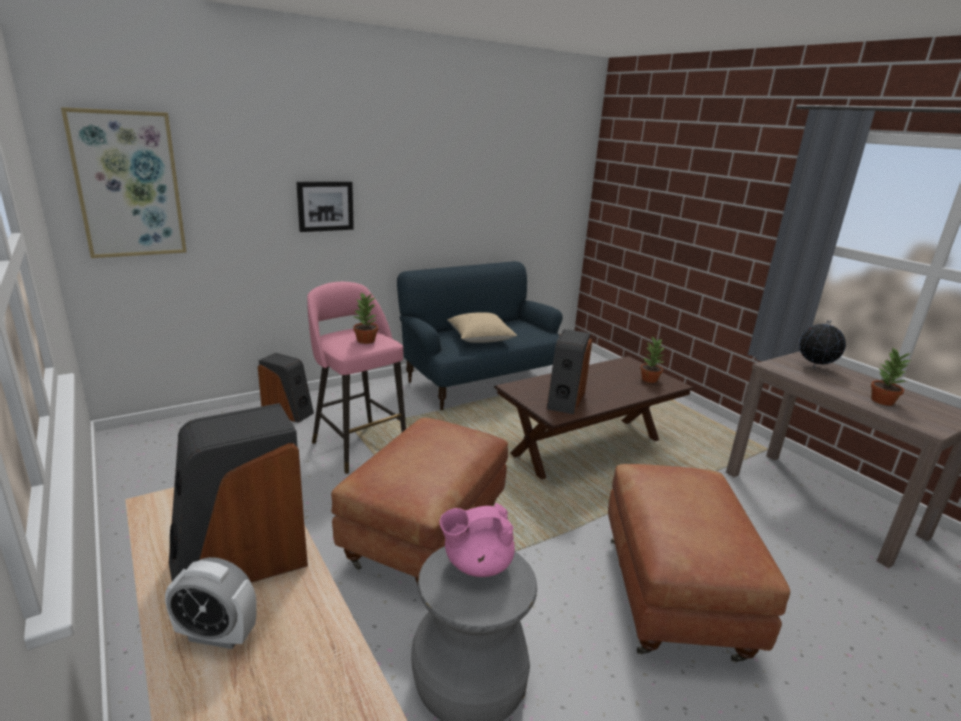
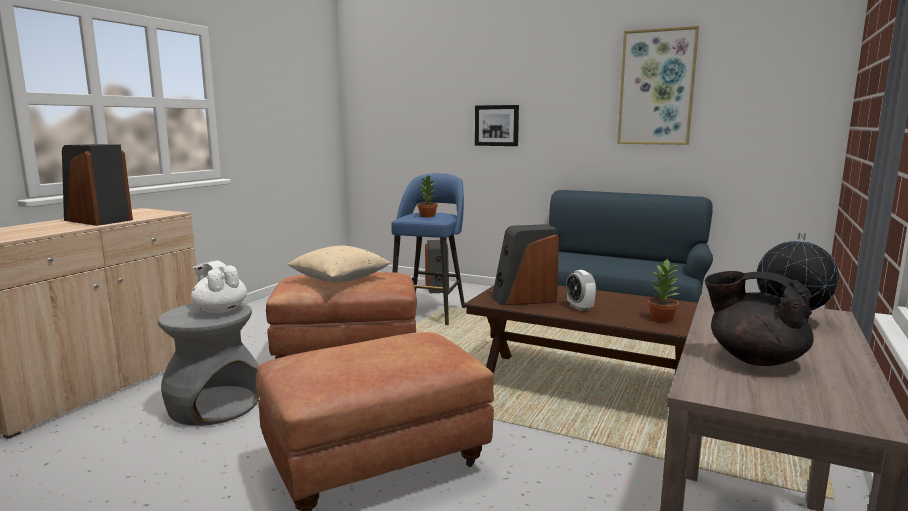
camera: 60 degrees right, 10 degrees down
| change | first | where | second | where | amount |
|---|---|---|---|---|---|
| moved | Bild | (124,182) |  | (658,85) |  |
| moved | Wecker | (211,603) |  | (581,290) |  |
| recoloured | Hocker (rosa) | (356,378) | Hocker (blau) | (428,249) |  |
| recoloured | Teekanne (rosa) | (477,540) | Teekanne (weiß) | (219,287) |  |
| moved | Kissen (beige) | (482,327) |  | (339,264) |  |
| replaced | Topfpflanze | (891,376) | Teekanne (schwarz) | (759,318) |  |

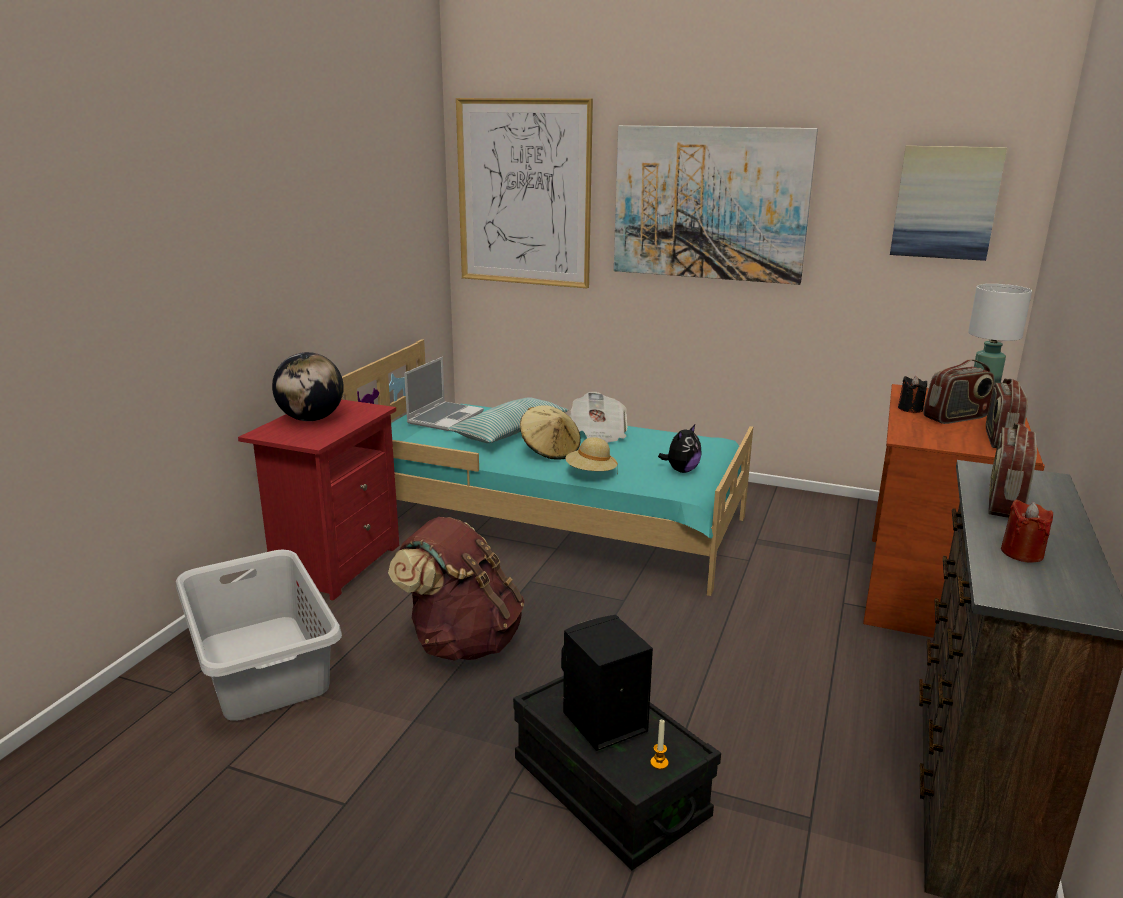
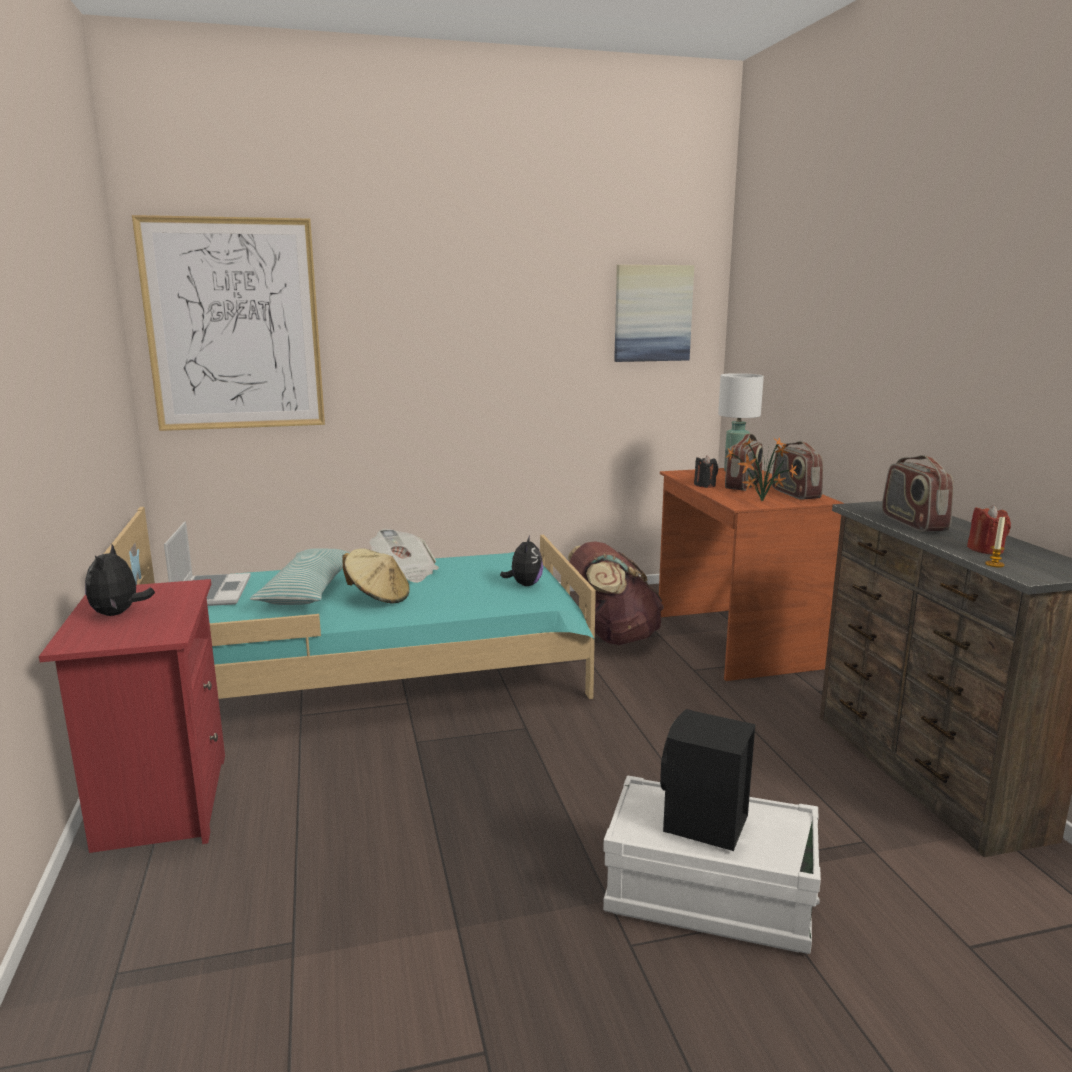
camera: 35 degrees left, 5 degrees down
| change | first | where | second | where | amount |
|---|---|---|---|---|---|
| removed | Wäschekorb (grau) | (259,635) |  |  |  |
| replaced | Globus | (308,386) | Plüschtier | (120,580) |  |
| moved | Rucksack (braun) | (456,589) |  | (616,593) |  |
| recoloured | Aufbewahrungsbox (schwarz) | (617,773) | Aufbewahrungsbox (weiß) | (712,864) |  |
| removed | Hut (beige) | (592,455) |  |  |  |
| removed | Bild | (716,205) |  |  |  |
| moved | Kerze | (659,745) |  | (995,541) |  |
| added |  |  | Topfpflanze | (761,469) |  |

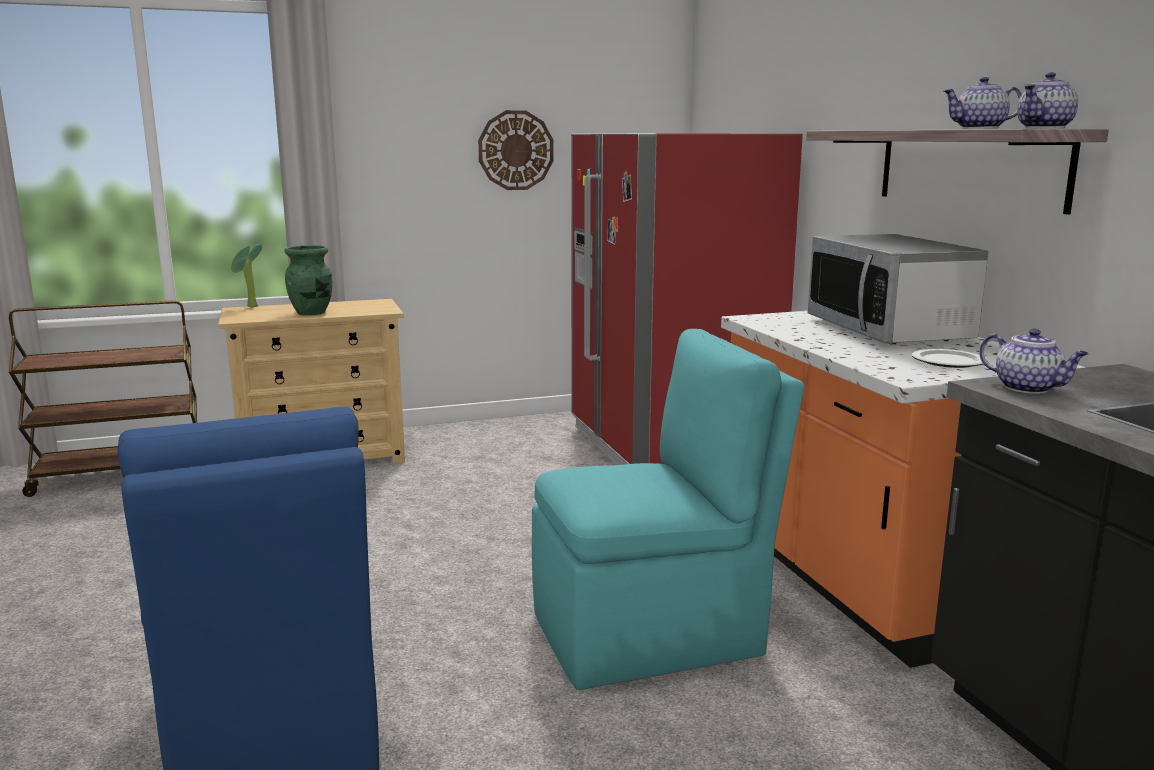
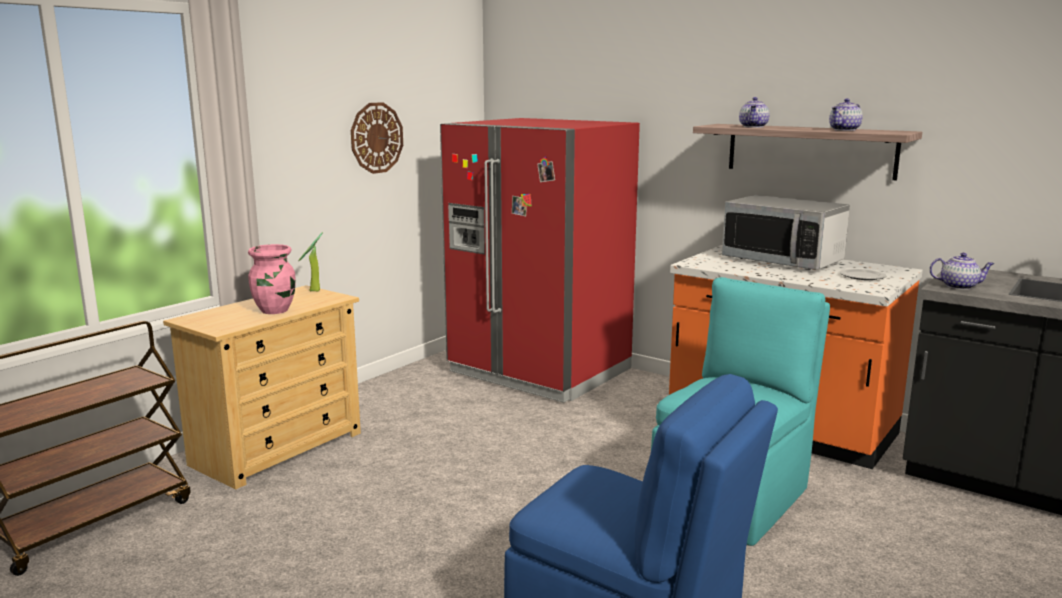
camera: 35 degrees left, 0 degrees up
| change | first | where | second | where | amount |
|---|---|---|---|---|---|
| moved | Topfpflanze | (246,276) |  | (310,261) |  |
| recoloured | Vase (grün) | (308,280) | Vase (rosa) | (272,279) |  |
| moved | Teekanne | (1047,100) |  | (754,112) |  |

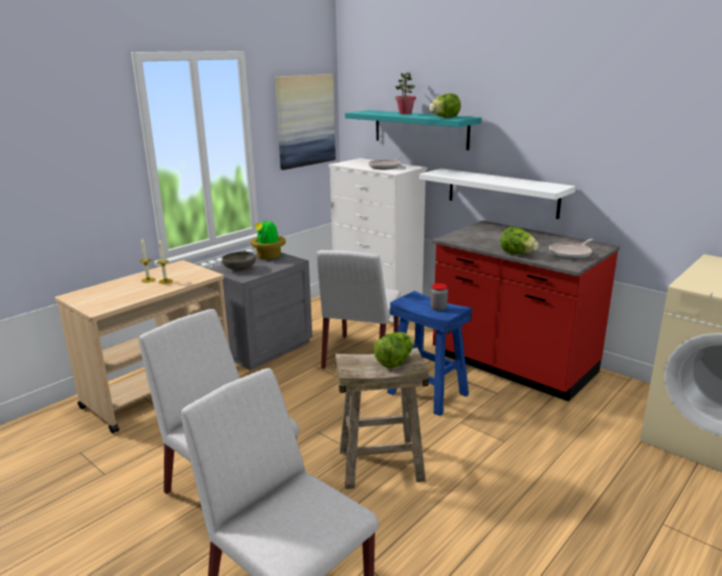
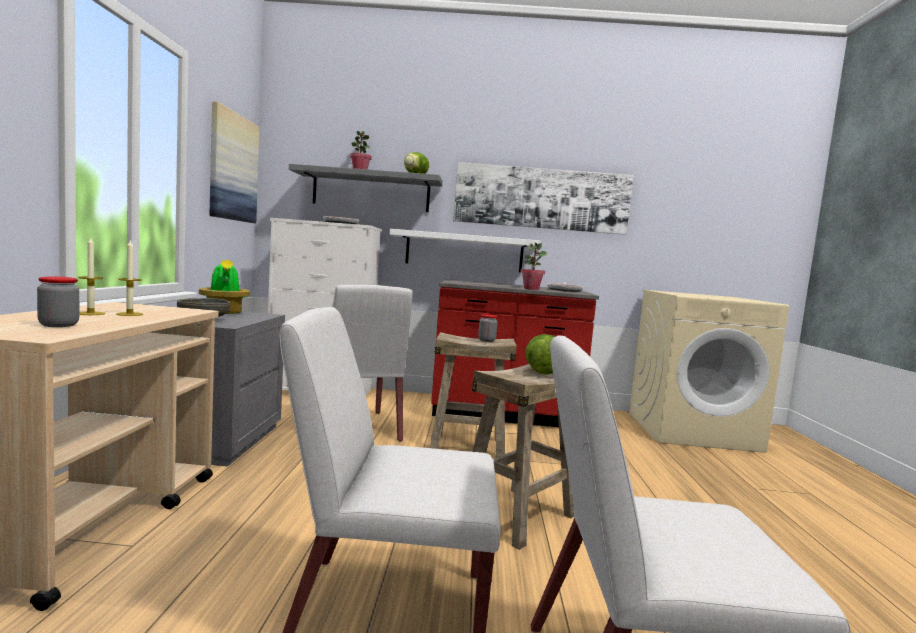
camera: 40 degrees left, 15 degrees down
| change | first | where | second | where | amount |
|---|---|---|---|---|---|
| recoloured | Wandregal (türkis) | (413,130) | Wandregal (grau) | (366,188) |  |
| recoloured | Hocker (blau) | (429,353) | Hocker (beige) | (473,394) |  |
| replaced | Salatkopf | (519,240) | Topfpflanze | (534,266) |  |
| added |  |  | Vorratsglas | (58,301) |  |
| added |  |  | Bild | (543,198) |  |

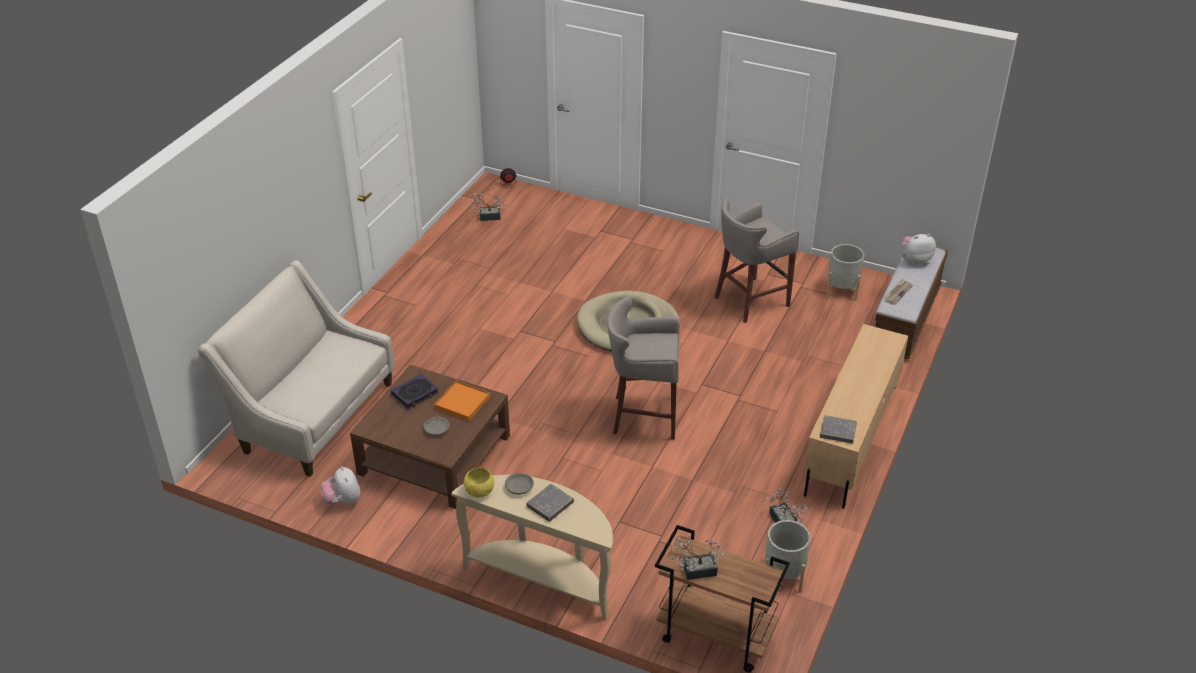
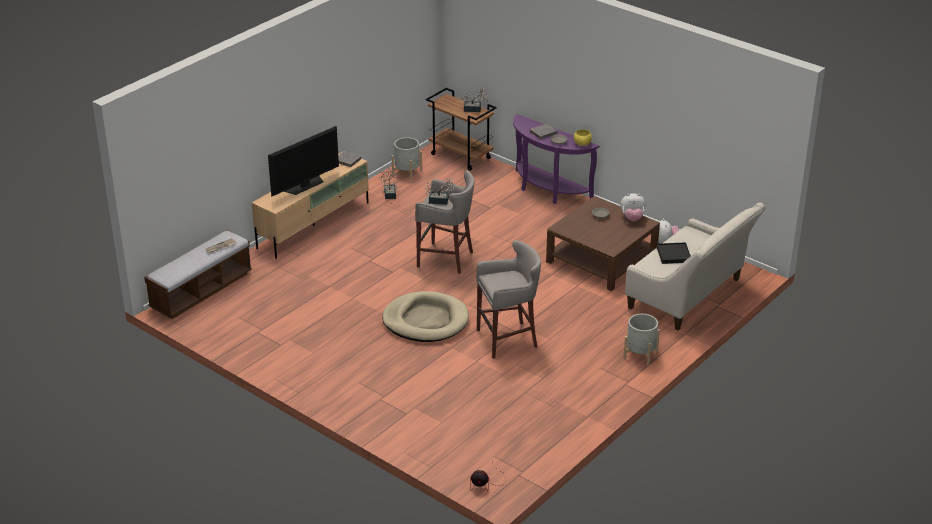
camera: 165 degrees left, 5 degrees down
| change | first | where | second | where | amount |
|---|---|---|---|---|---|
| removed | Buch | (415,391) |  |  |  |
| removed | Tablett (orange) | (462,401) |  |  |  |
| recoloured | Konsolentisch (beige) | (532,547) | Konsolentisch (lila) | (556,159) |  |
| moved | Topfpflanze | (487,205) |  | (440,191) |  |
| moved | Hocker (grau) | (756,260) |  | (508,299) |  |
| moved | Pflanzkübel (grau) | (845,272) |  | (641,340) |  |
| moved | Plüschtier | (919,249) |  | (633,207) |  |
| added |  |  | Fernseher | (303,161) |  |
| added |  |  | Tablett (schwarz) | (674,253) |  |

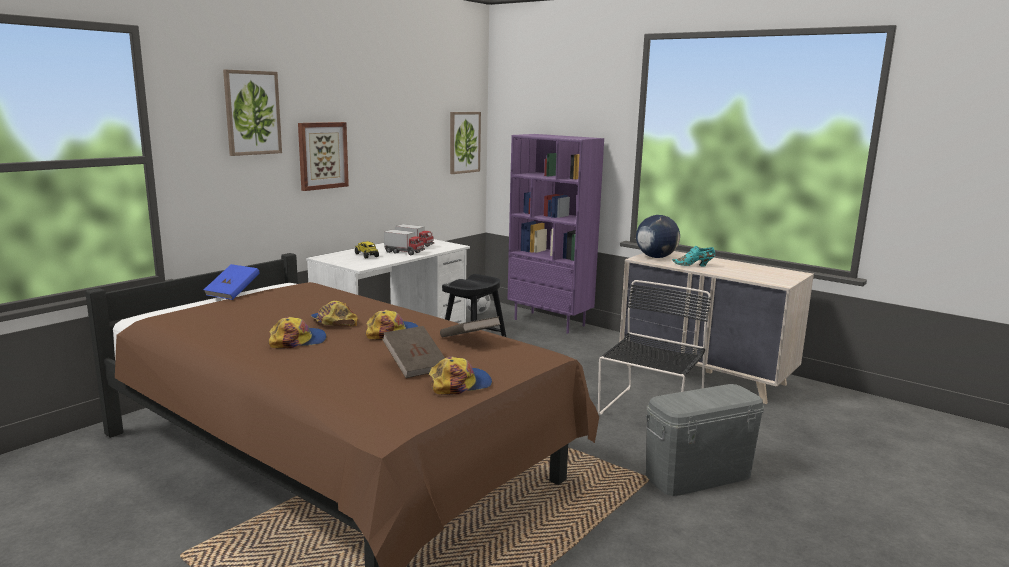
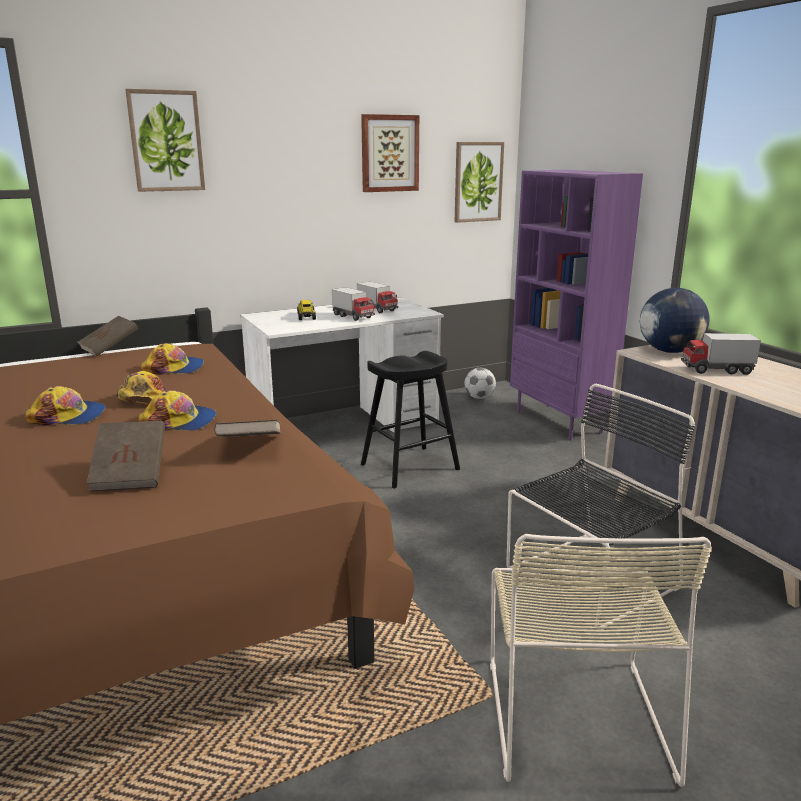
camera: 25 degrees right, 5 degrees up
| change | first | where | second | where | amount |
|---|---|---|---|---|---|
| recoloured | Buch (blau) | (232,282) | Buch (braun) | (107,336) |  |
| moved | Bild | (323,156) |  | (390,153) |  |
| moved | Kappe | (460,375) |  | (172,359) |  |
| replaced | Aufbewahrungsbox (grau) | (704,440) | Stuhl (beige) | (601,660) |  |
| replaced | Schuh (türkis) | (693,256) | Spielzeuglaster | (721,354) |  |

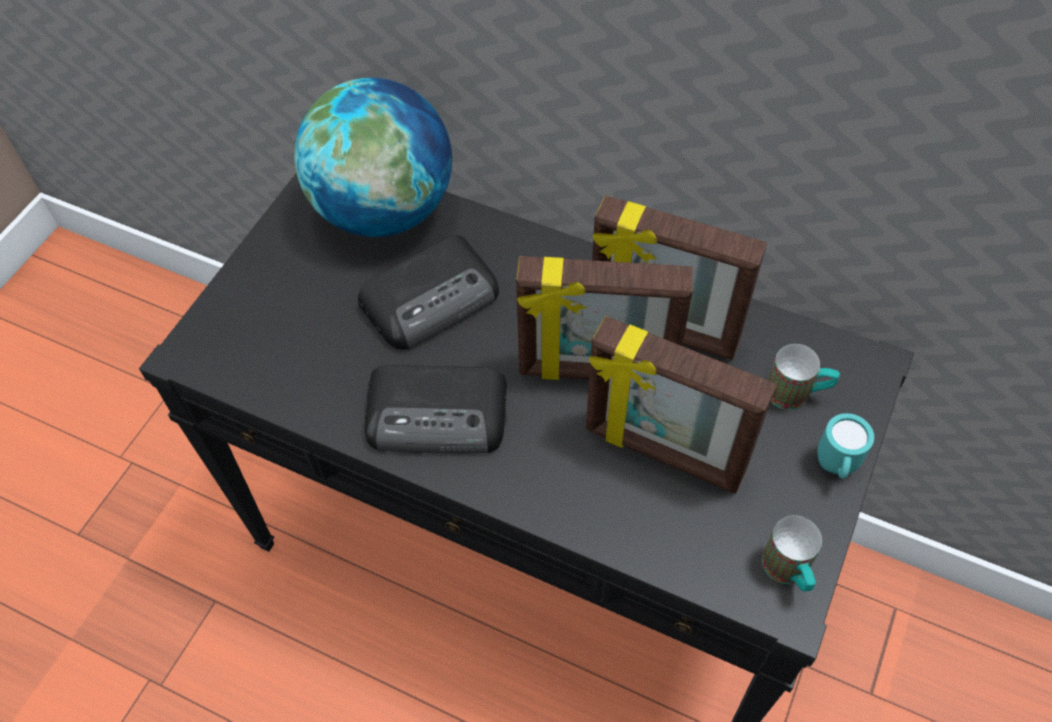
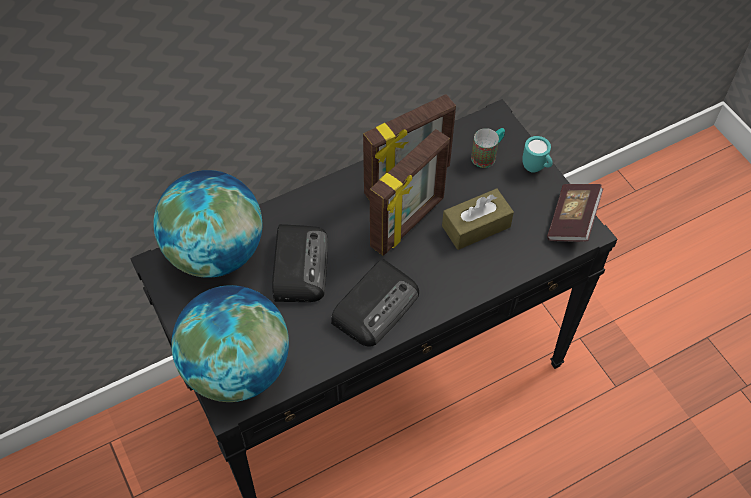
camera: 55 degrees left, 0 degrees up
| change | first | where | second | where | amount |
|---|---|---|---|---|---|
| replaced | Bilderrahmen | (681,405) | Taschentuchbox (braun) | (478,219) |  |
| replaced | Henkelbecher | (792,553) | Buch | (575,213) |  |
| added |  |  | Globus | (230,343) |  |

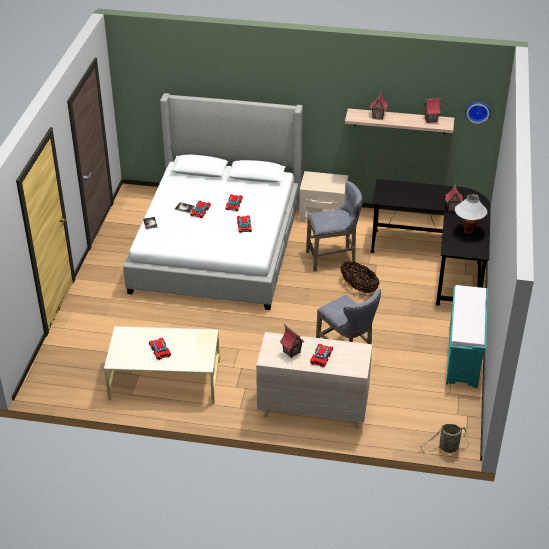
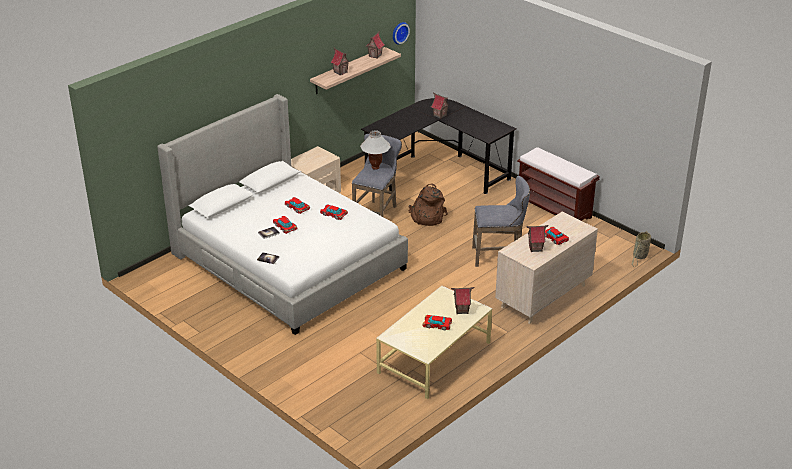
camera: 55 degrees left, 5 degrees down
| change | first | where | second | where | amount |
|---|---|---|---|---|---|
| replaced | Korb | (359,277) | Rucksack (braun) | (428,205) |  |
| recoloured | Bank (türkis) | (467,336) | Bank (braun) | (558,184) |  |
| moved | Tischlampe (weiß) | (471,214) |  | (375,150) |  |
| added |  |  | Spielzeughaus | (462,300) |  |

